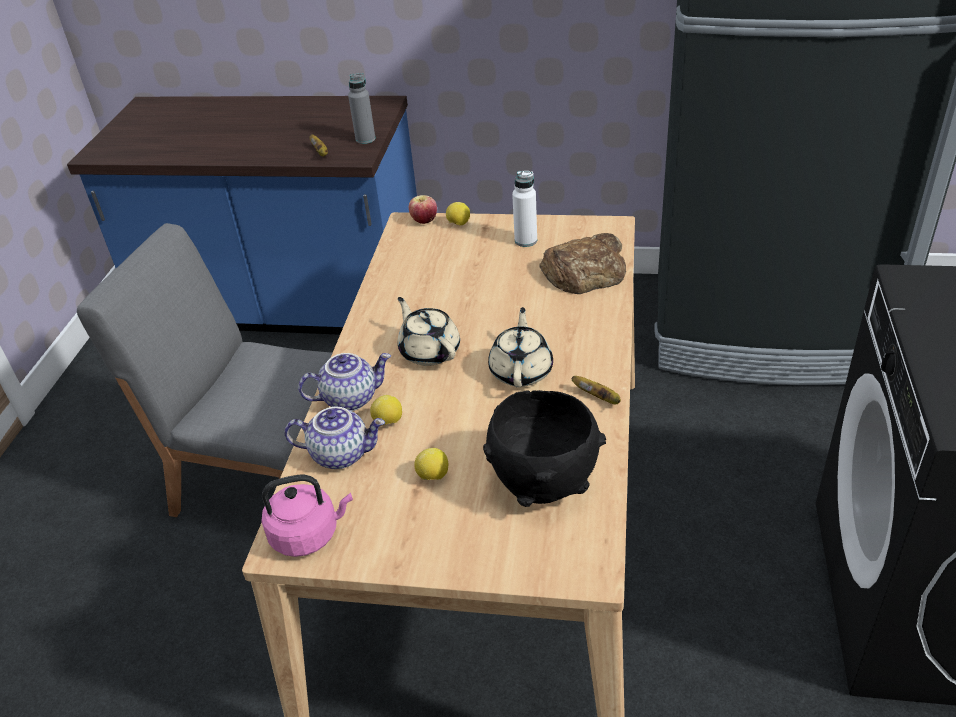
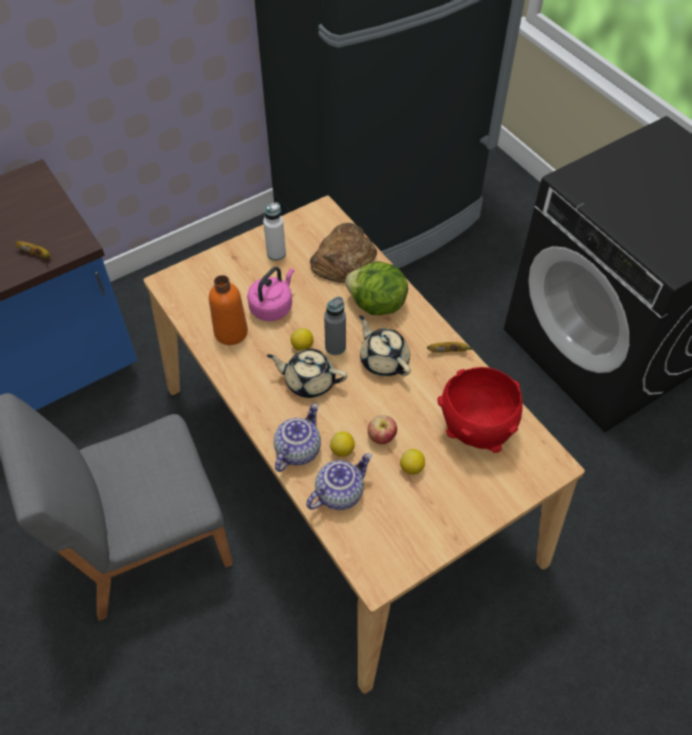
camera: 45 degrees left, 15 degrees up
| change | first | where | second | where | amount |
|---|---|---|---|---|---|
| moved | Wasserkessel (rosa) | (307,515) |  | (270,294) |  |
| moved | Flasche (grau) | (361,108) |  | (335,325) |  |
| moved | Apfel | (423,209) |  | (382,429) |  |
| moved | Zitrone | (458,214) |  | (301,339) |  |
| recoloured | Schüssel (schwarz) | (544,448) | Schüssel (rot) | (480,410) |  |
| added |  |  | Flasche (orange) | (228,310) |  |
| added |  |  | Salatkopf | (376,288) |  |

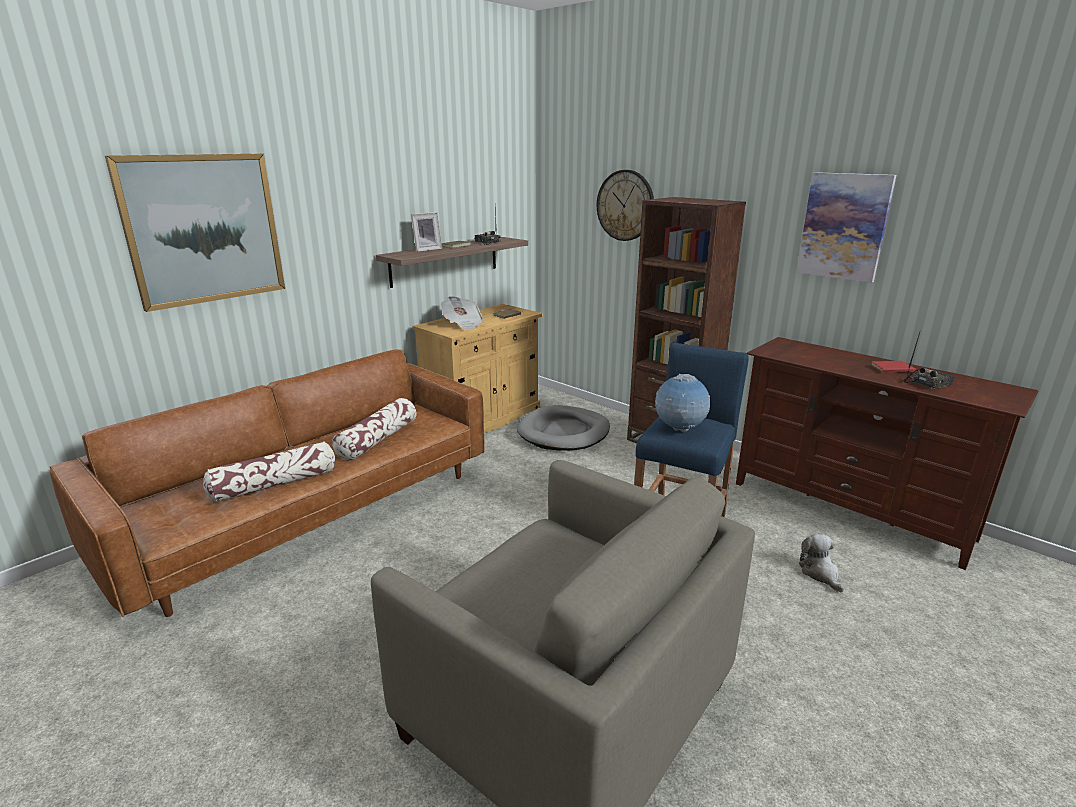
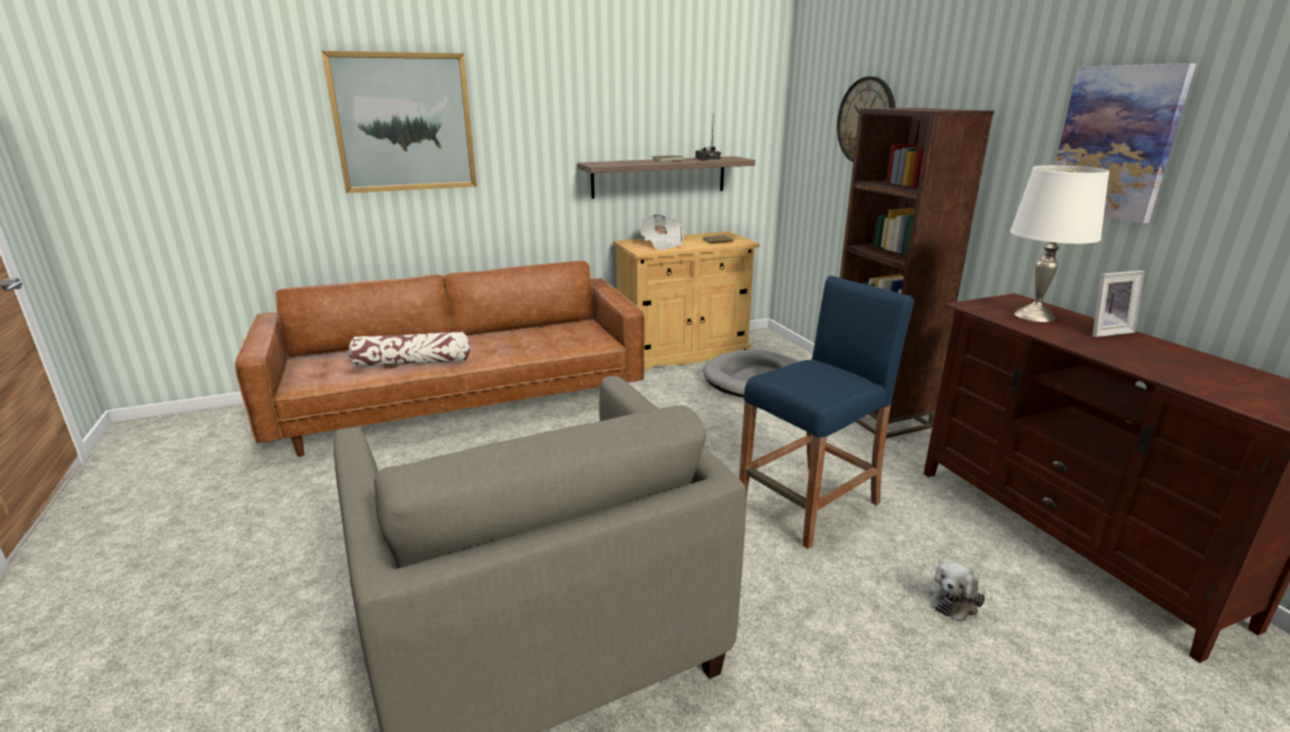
camera: 25 degrees right, 0 degrees up
| change | first | where | second | where | amount |
|---|---|---|---|---|---|
| removed | Kissen | (374,429) |  |  |  |
| moved | Bilderrahmen | (426,232) |  | (1118,303) |  |
| removed | Globus | (682,403) |  |  |  |
| turned | Plüschtier | (821,563) |  | (956,592) | 150 degrees counterclockwise |
| removed | Buch (rot) | (895,367) |  |  |  |
| removed | Radio | (929,360) |  |  |  |
| added |  |  | Tischlampe (weiß) | (1059,243) |  |

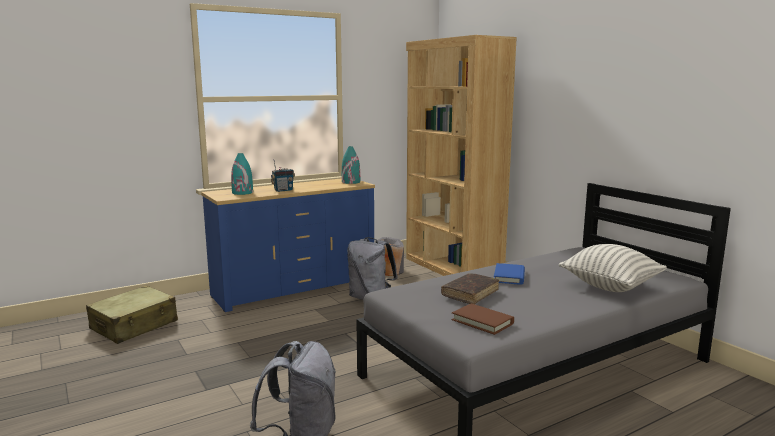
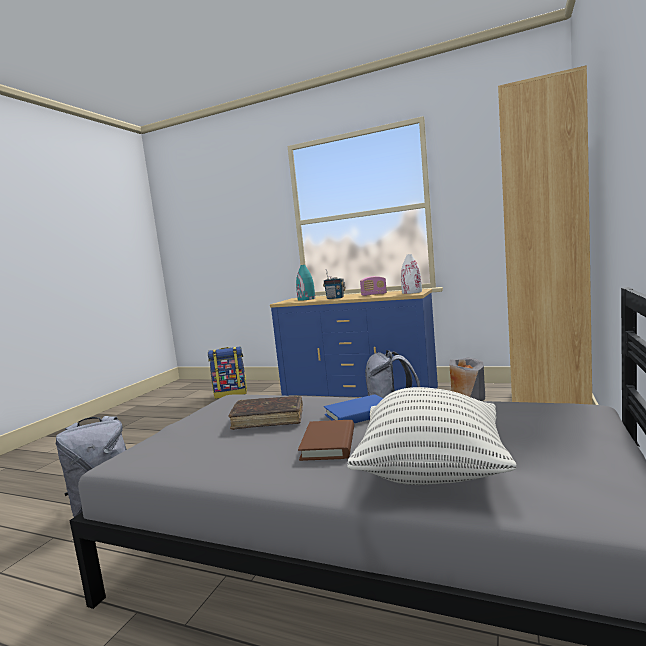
camera: 55 degrees right, 5 degrees down
| change | first | where | second | where | amount |
|---|---|---|---|---|---|
| replaced | Koffer (beige) | (132,314) | Rucksack | (227,373) |  |
| recoloured | Vase (türkis) | (351,165) | Vase (weiß) | (411,274) |  |
| moved | Buch (braun) | (483,319) |  | (326,440) |  |
| added |  |  | Radio | (373,286) |  |

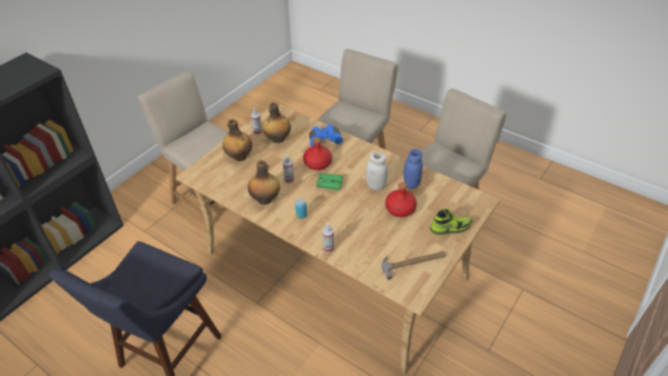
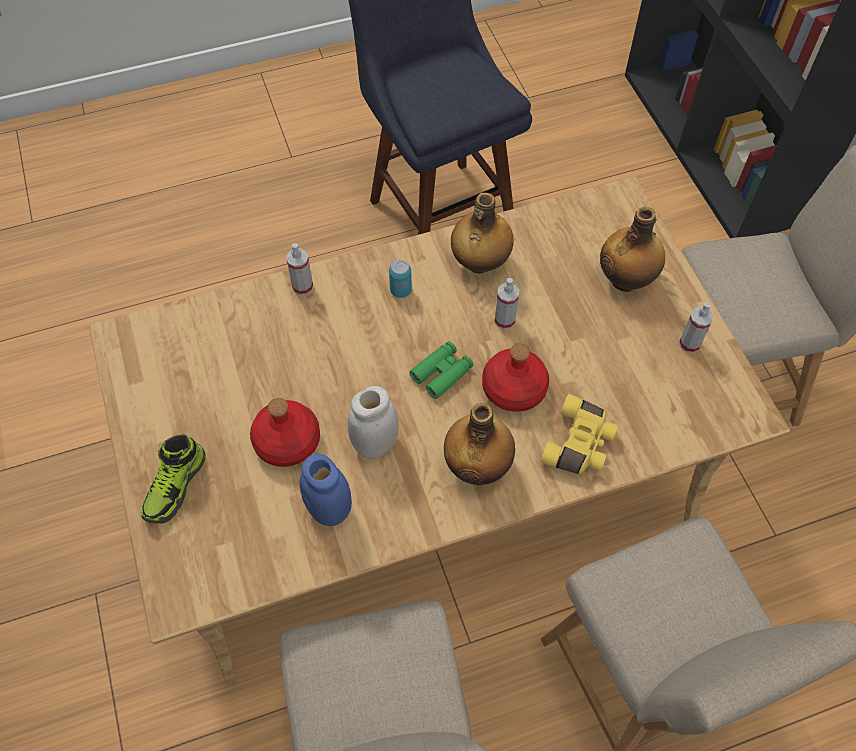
camera: 125 degrees right, 15 degrees up
| change | first | where | second | where | amount |
|---|---|---|---|---|---|
| moved | Flasche | (276,122) |  | (479,444) |  |
| recoloured | Fernglas (blau) | (326,136) | Fernglas (gelb) | (579,434) |  |
| removed | Hammer | (414,265) |  |  |  |

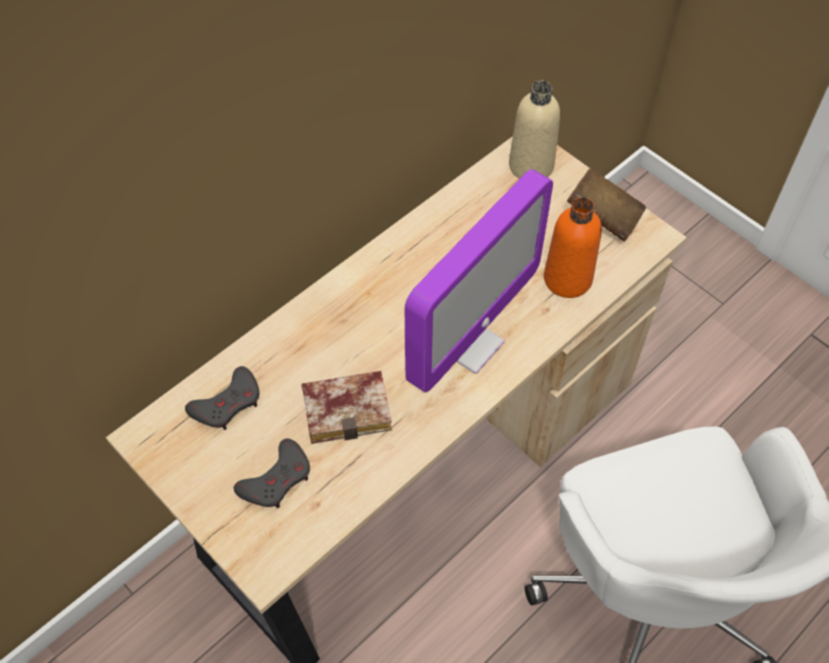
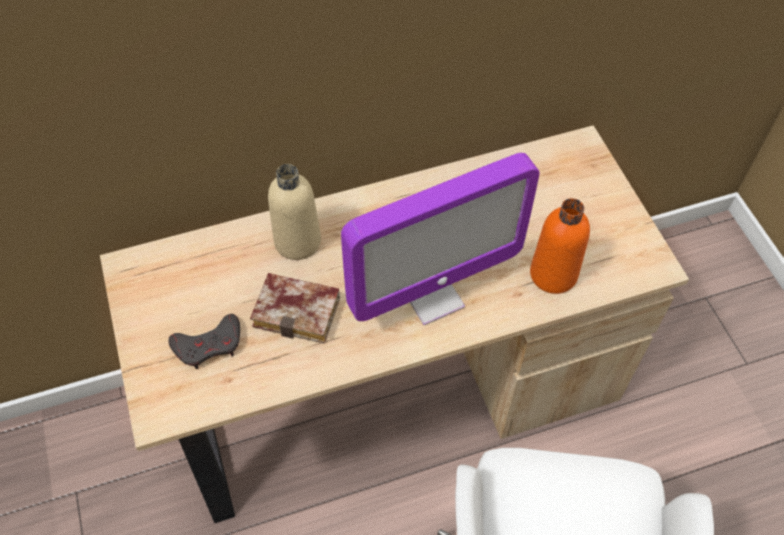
camera: 25 degrees right, 0 degrees up
| change | first | where | second | where | amount |
|---|---|---|---|---|---|
| removed | Gamepad (grau) | (222,398) |  |  |  |
| moved | Flasche (beige) | (534,129) |  | (294,212) |  |
| removed | Buch (braun) | (606,205) |  |  |  |

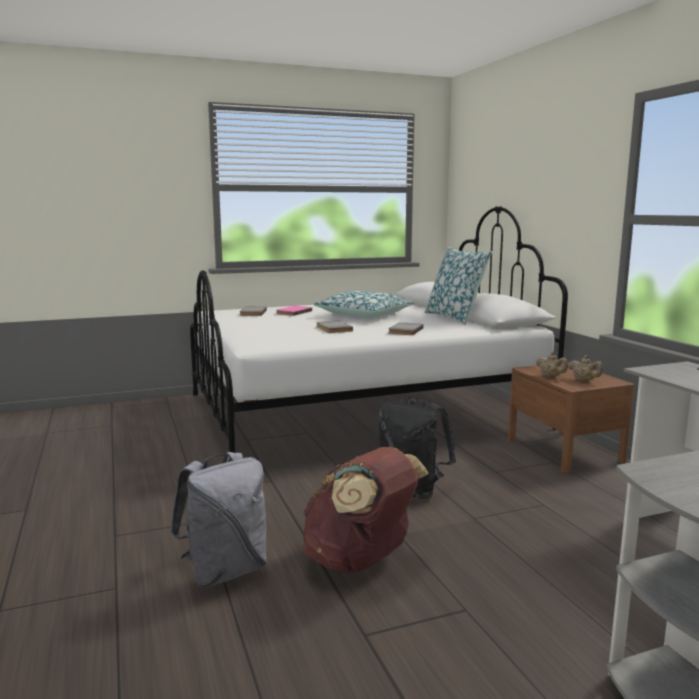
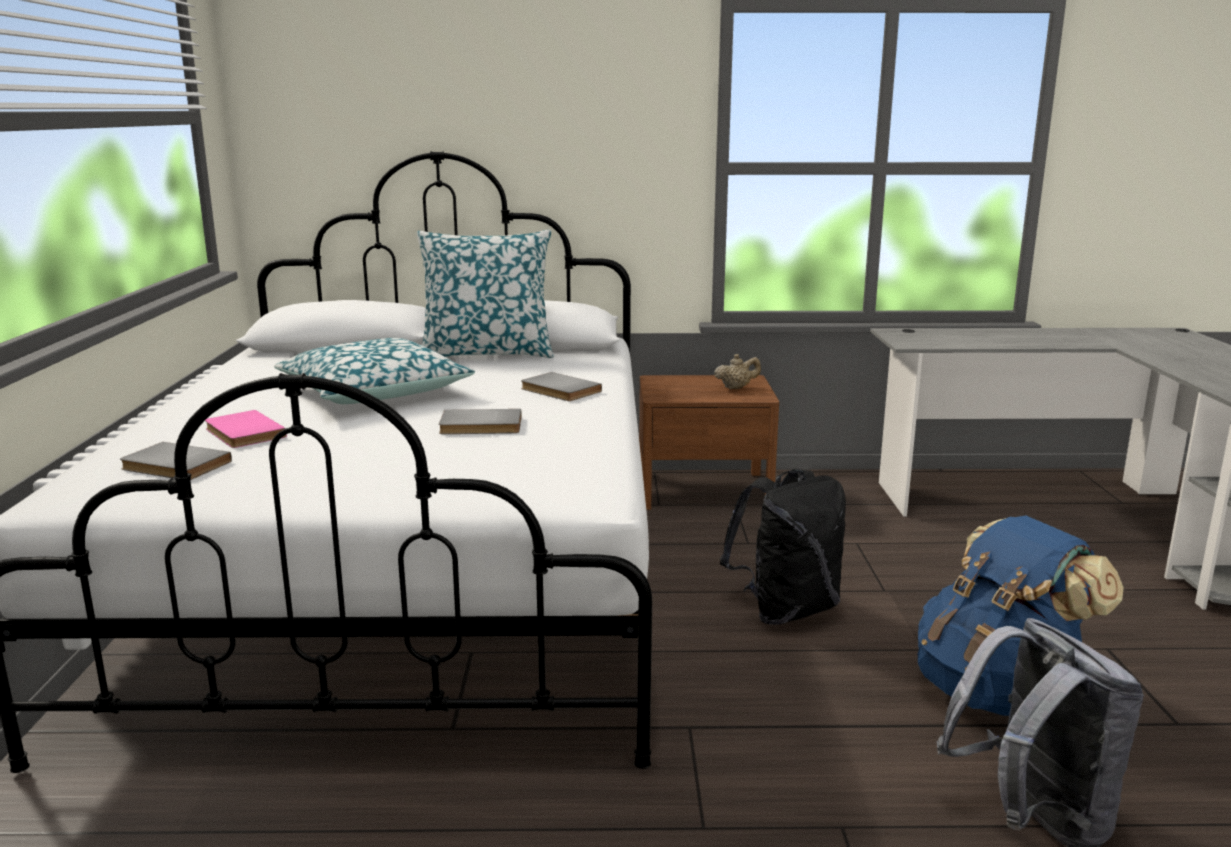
camera: 70 degrees left, 5 degrees up
| change | first | where | second | where | amount |
|---|---|---|---|---|---|
| recoloured | Rucksack (braun) | (366,510) | Rucksack (blau) | (1021,615) |  |
| removed | Teekanne (beige) | (552,364) |  |  |  |

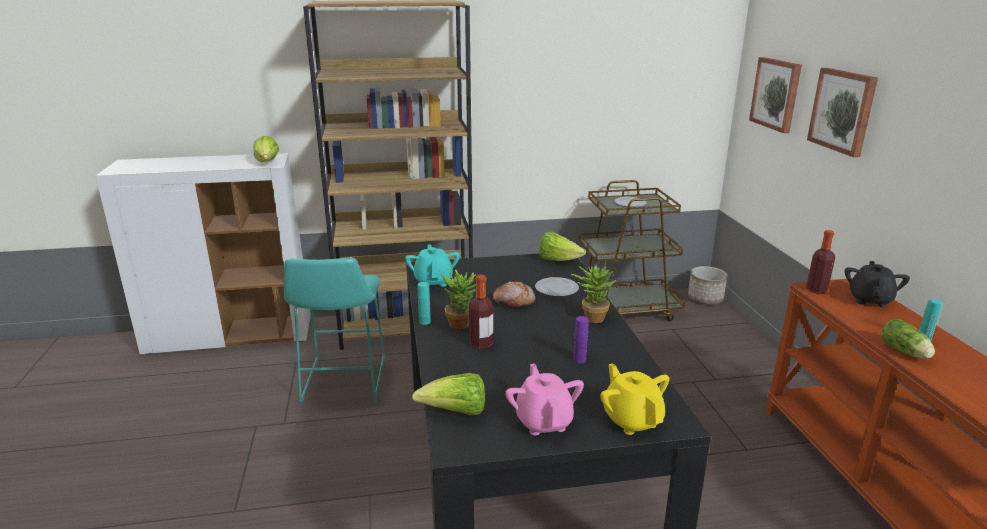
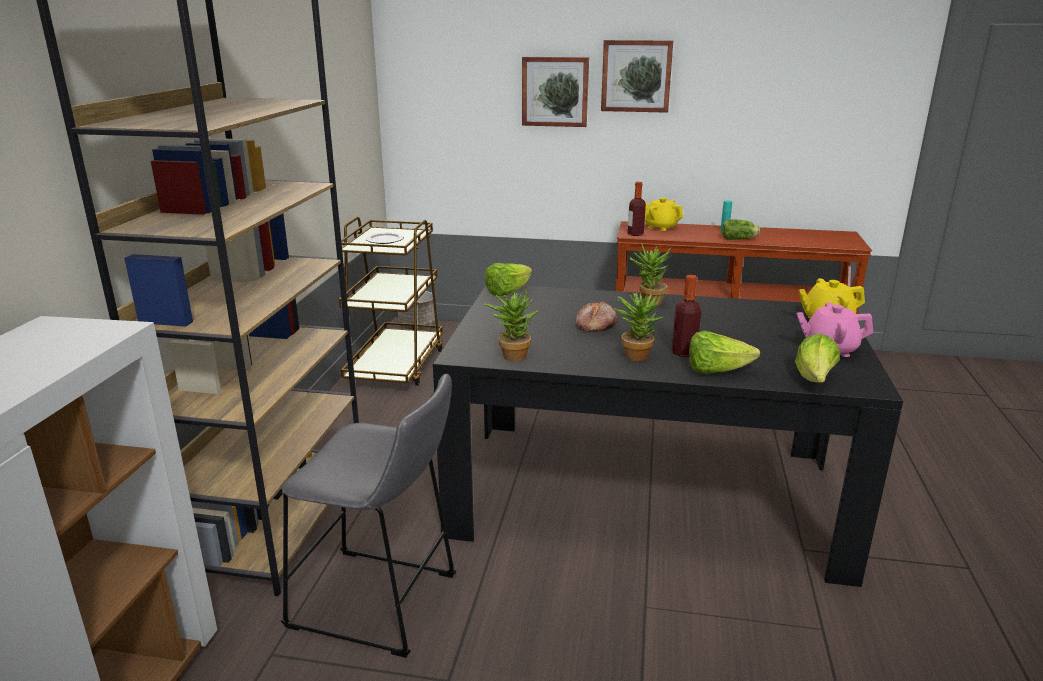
camera: 70 degrees left, 0 degrees up
| change | first | where | second | where | amount |
|---|---|---|---|---|---|
| moved | Salatkopf | (266,149) |  | (724,352) |  |
| recoloured | Hocker (türkis) | (334,330) | Hocker (grau) | (368,516) |  |
| replaced | Teekanne (türkis) | (432,265) | Topfpflanze | (511,325) |  |
| removed | Flasche (türkis) | (424,303) |  |  |  |
| removed | Teller | (557,287) |  |  |  |
| removed | Flasche (lila) | (581,340) |  |  |  |
| moved | Bild | (775,95) |  | (637,76) |  |
| recoloured | Teekanne (schwarz) | (877,284) | Teekanne (gelb) | (663,214) |  |

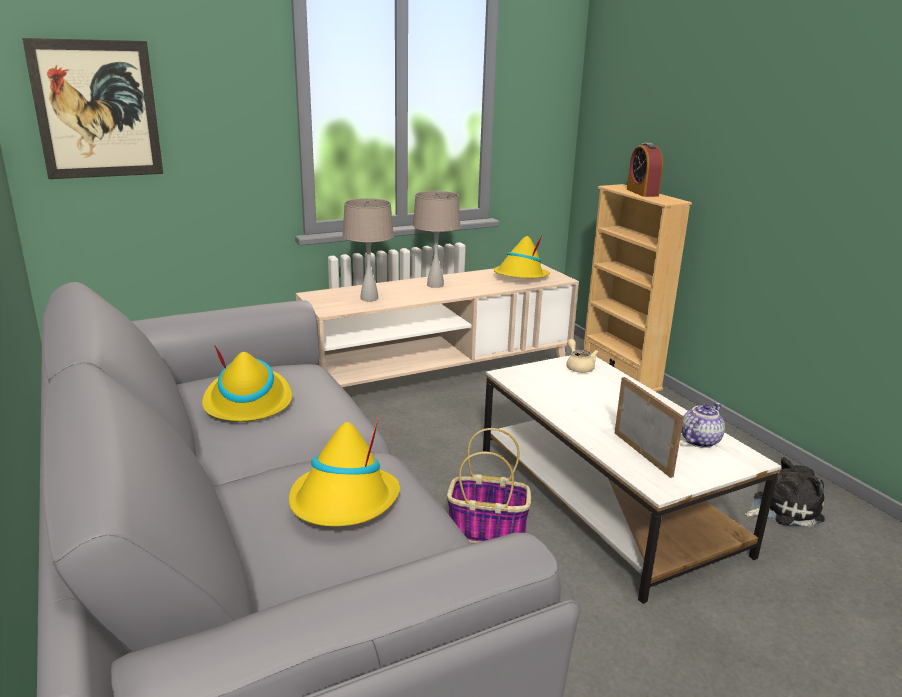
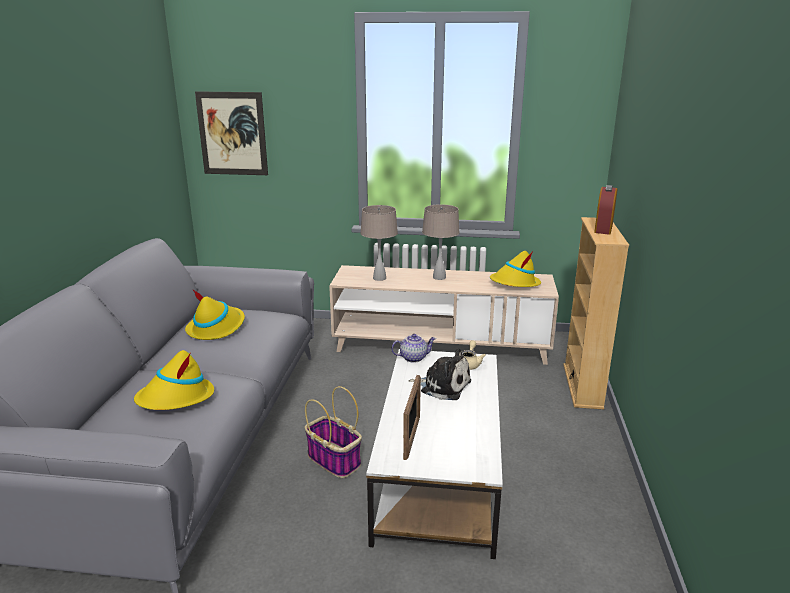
camera: 35 degrees right, 0 degrees up
| change | first | where | second | where | amount |
|---|---|---|---|---|---|
| moved | Teekanne | (703,425) |  | (413,348) |  |
| moved | Plüschtier | (785,492) |  | (439,374) |  |

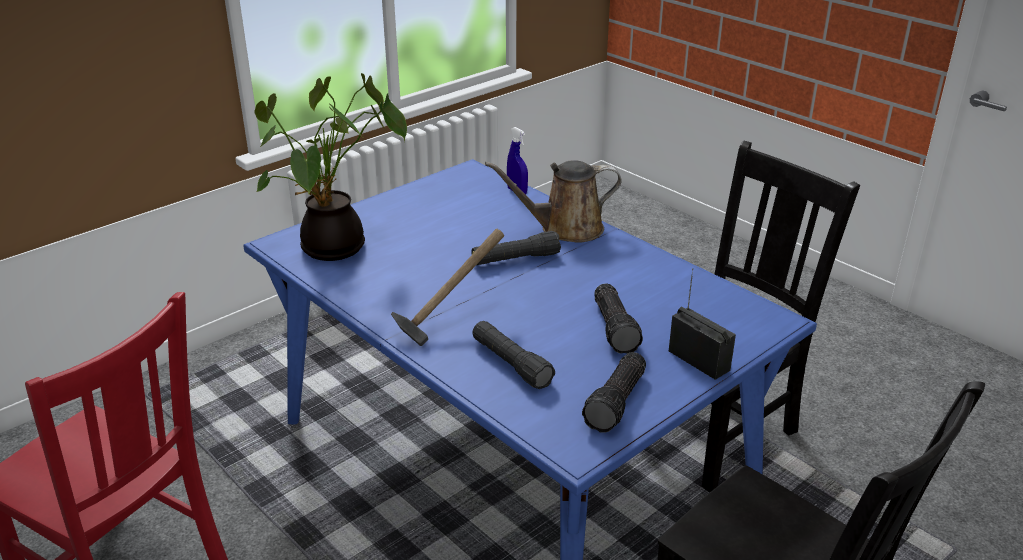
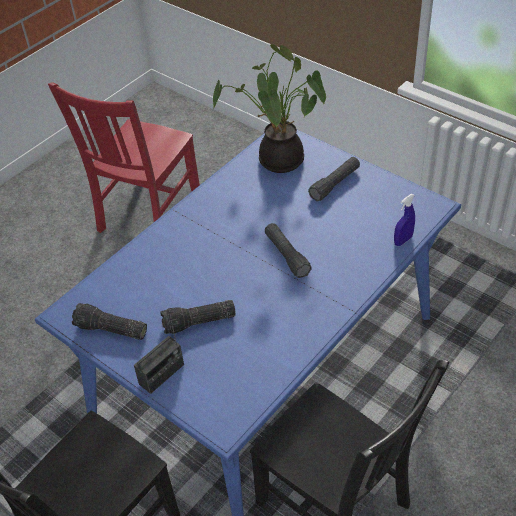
camera: 85 degrees right, 15 degrees up
| change | first | where | second | where | amount |
|---|---|---|---|---|---|
| removed | Hammer | (447,287) |  |  |  |
| moved | Taschenlampe (schwarz) | (513,355) |  | (334,179) |  |
| removed | Gießkanne (braun) | (553,201) |  |  |  |

